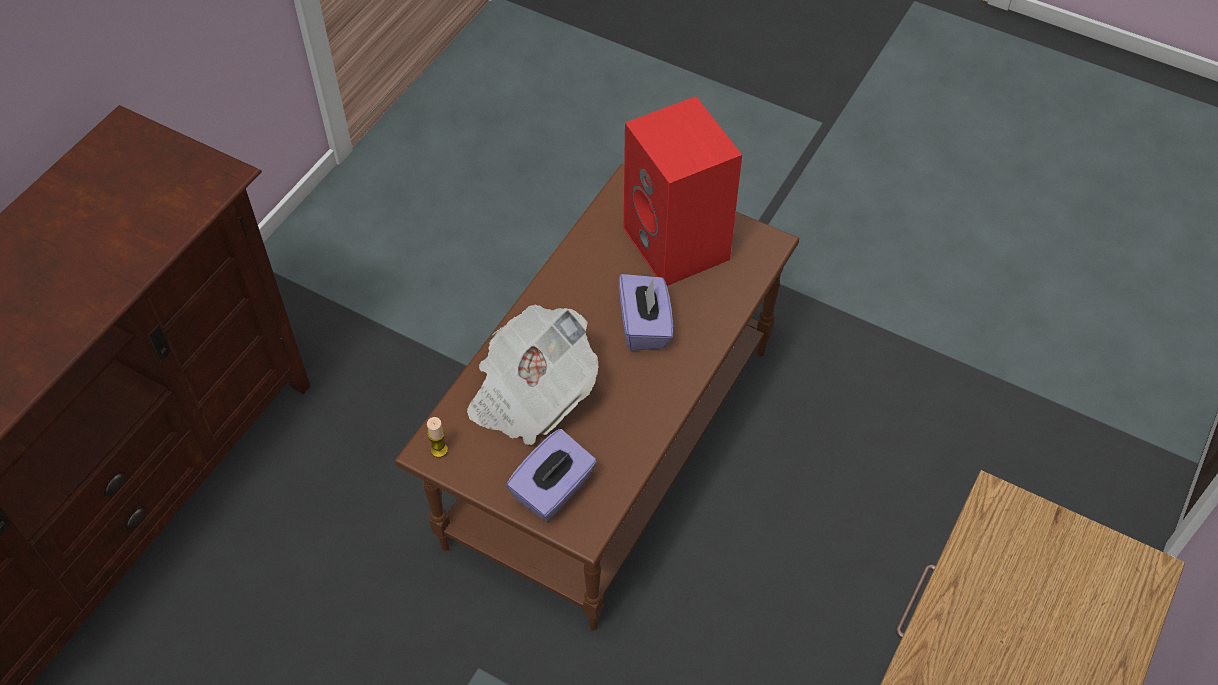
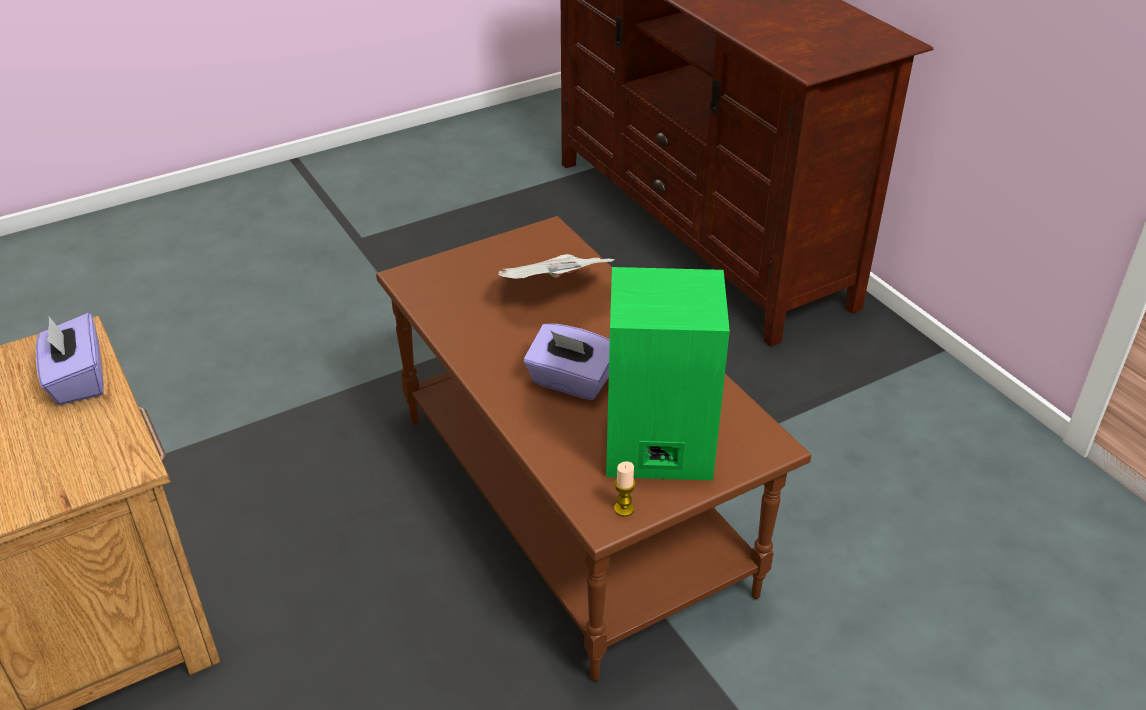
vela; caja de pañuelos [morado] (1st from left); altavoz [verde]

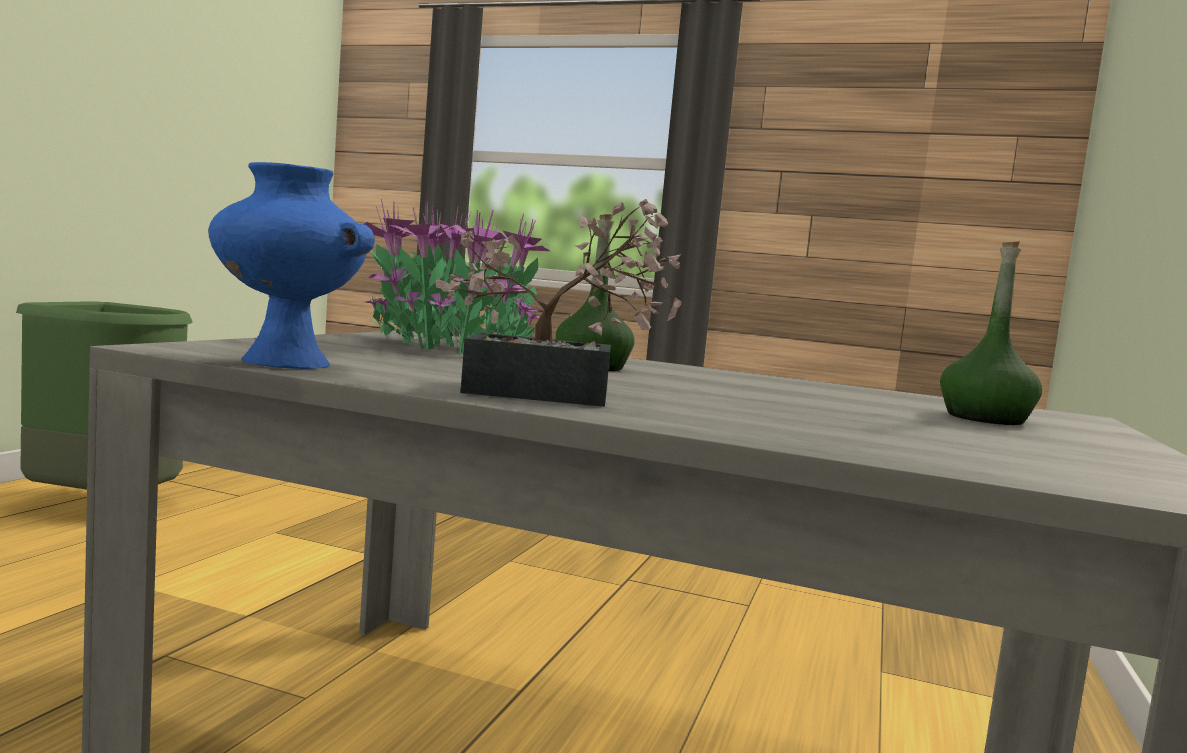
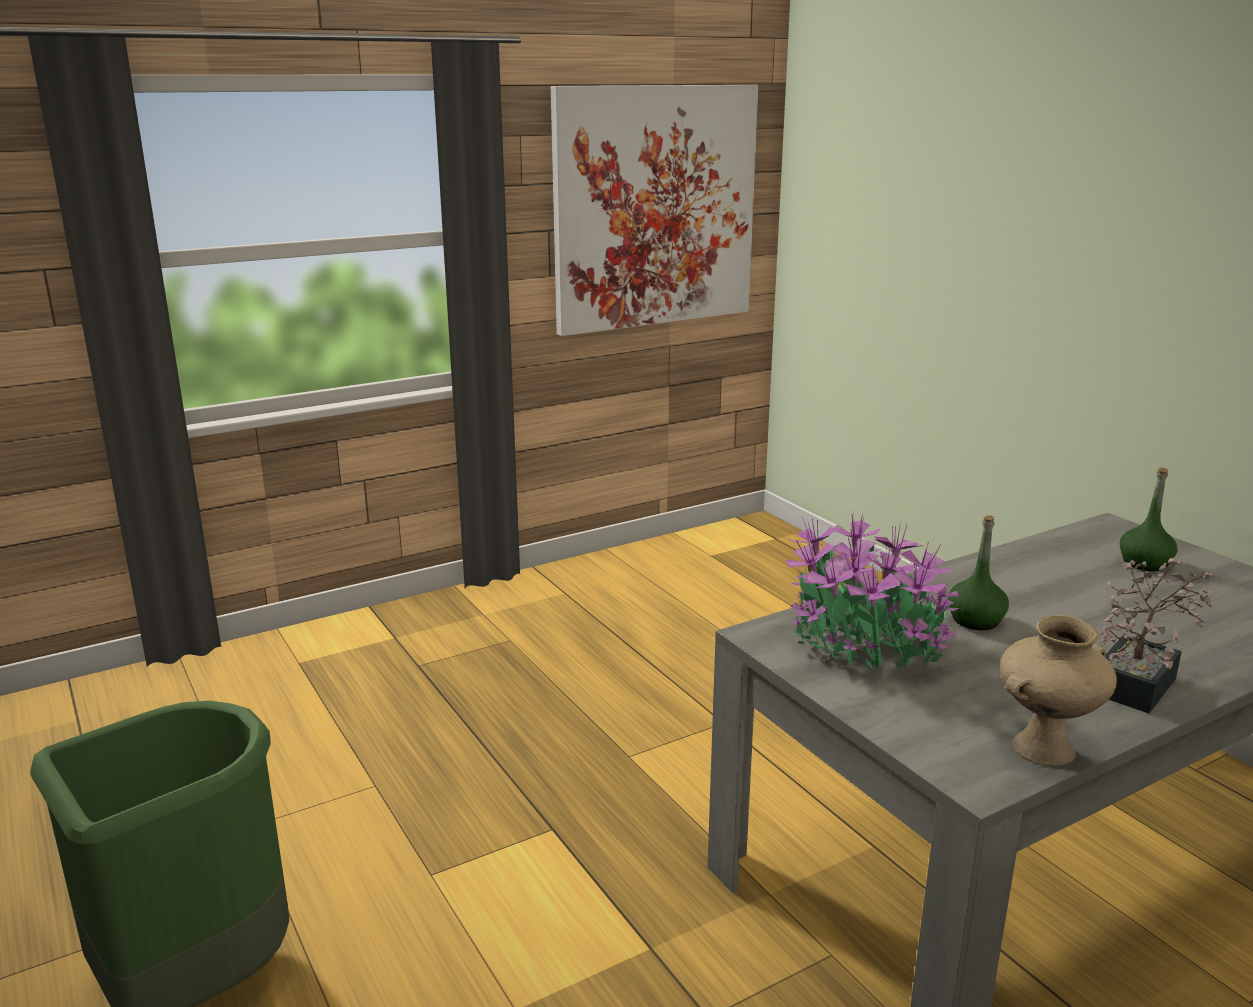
florero [beis]; cuadro

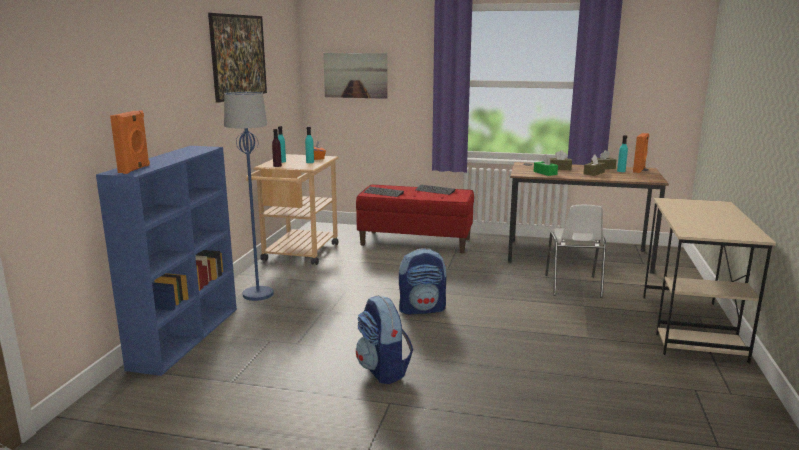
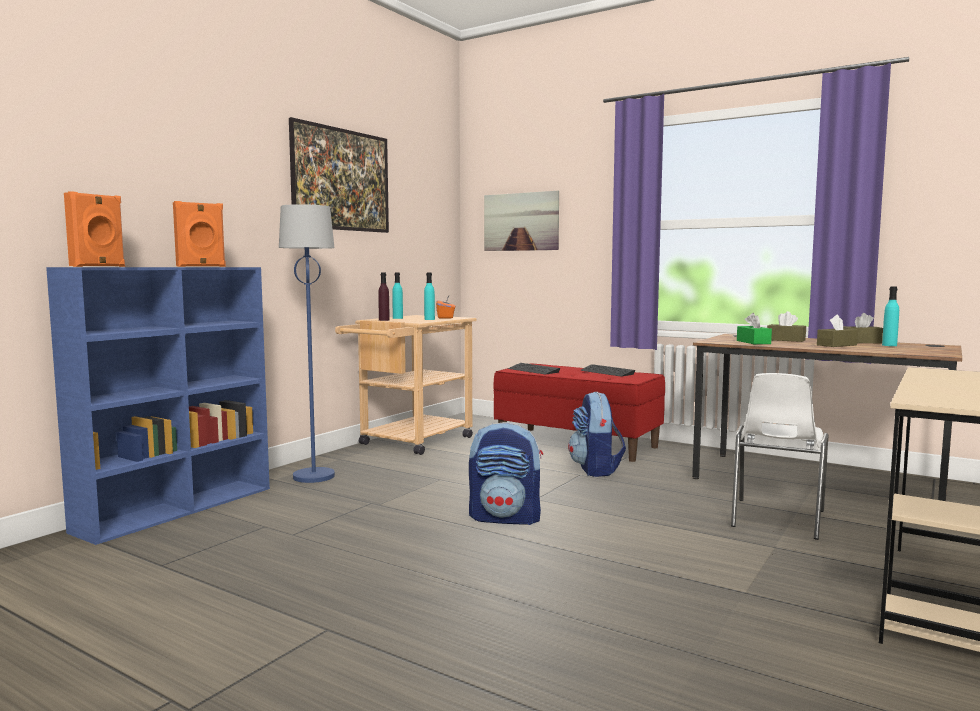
mochila (2nd from left); altavoz [naranja] (2nd from left)

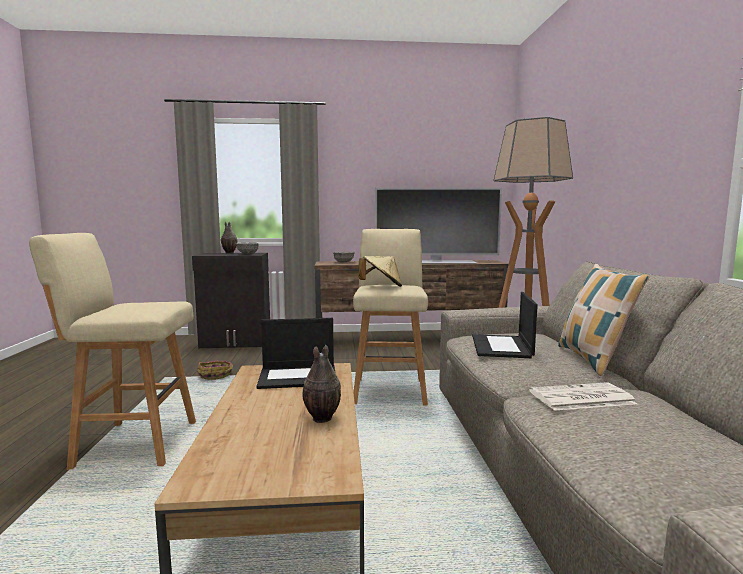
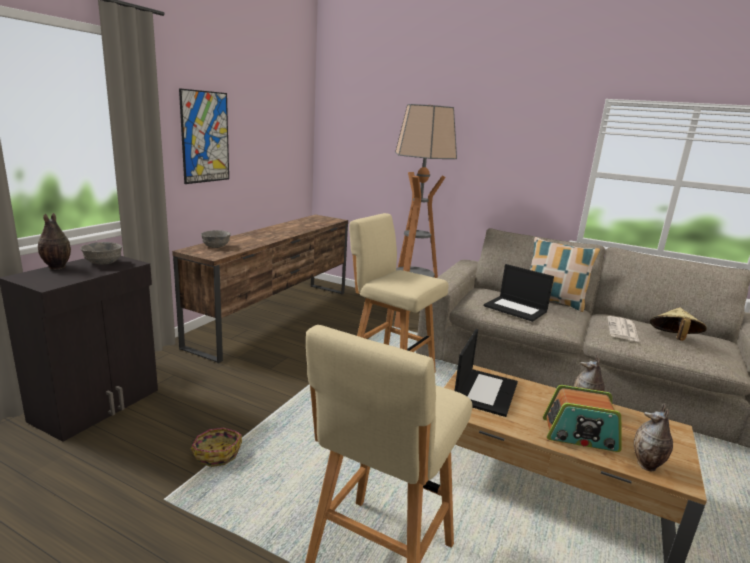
sombrero [beis]; televisor; cuadro; radio; florero (3rd from left)

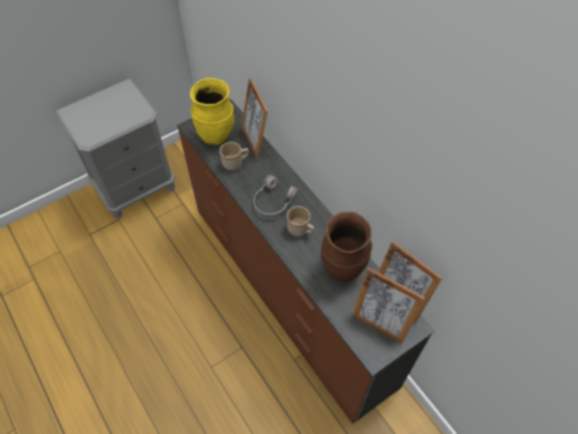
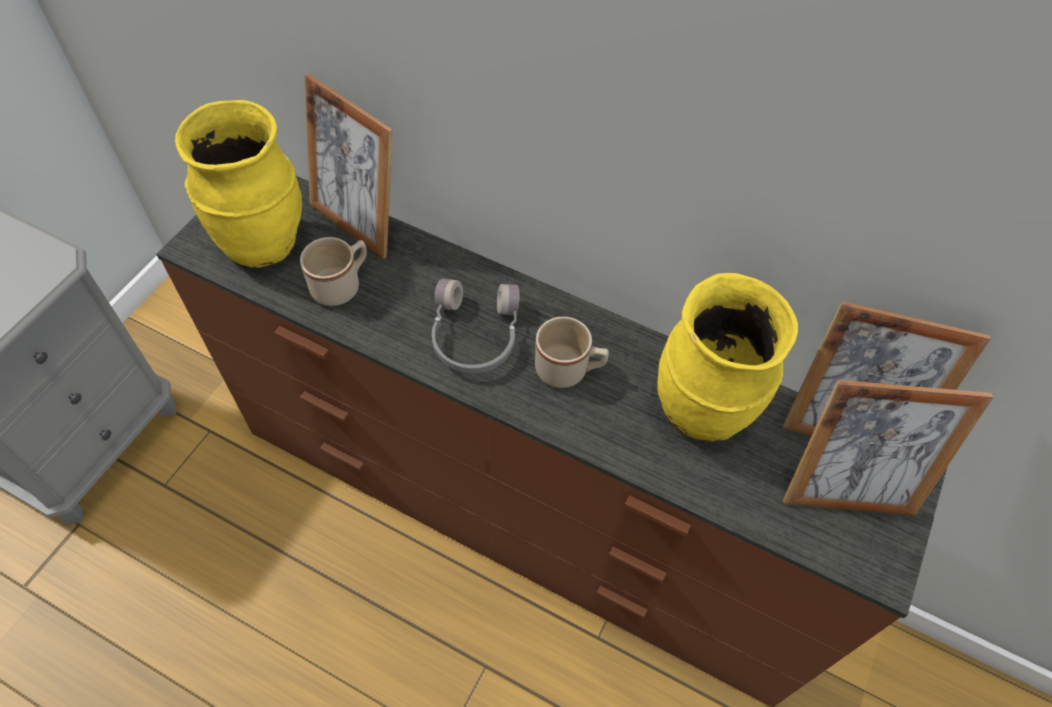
florero [amarillo] (2nd from left)

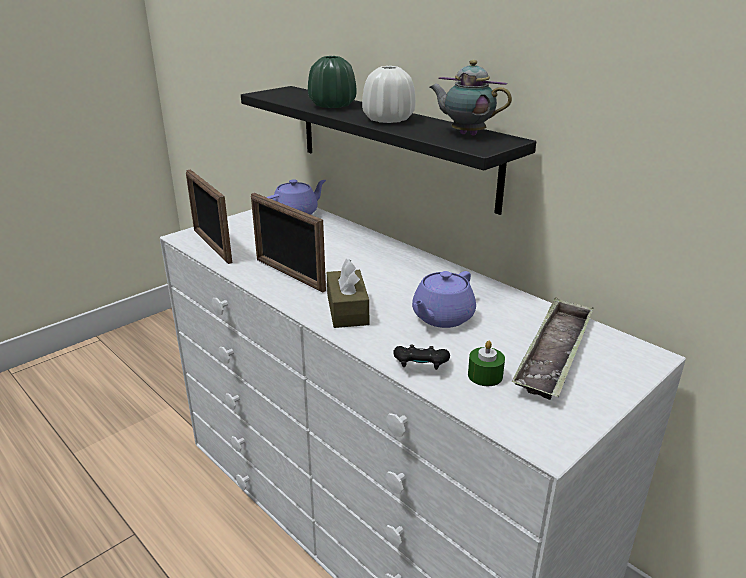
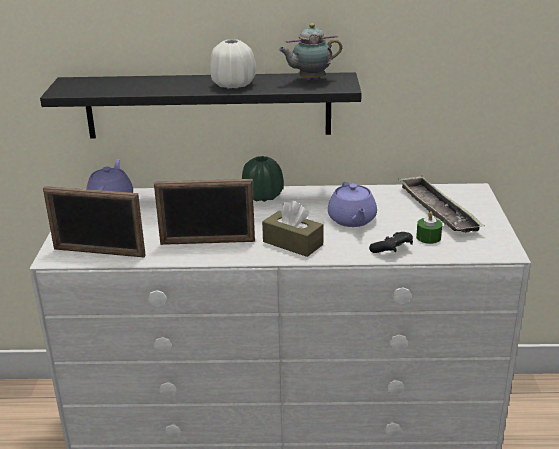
florero [verde]

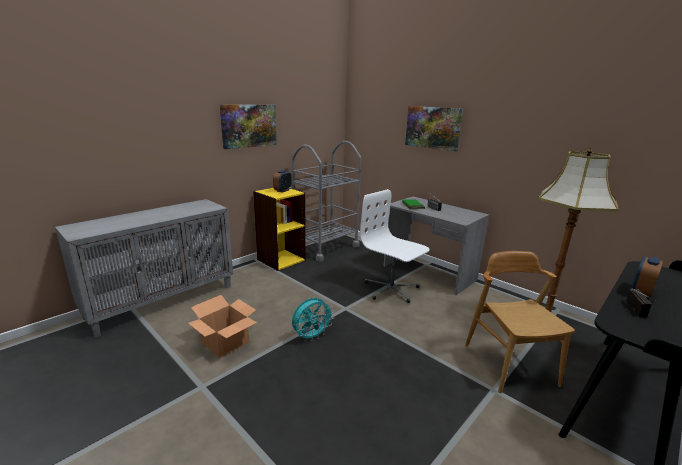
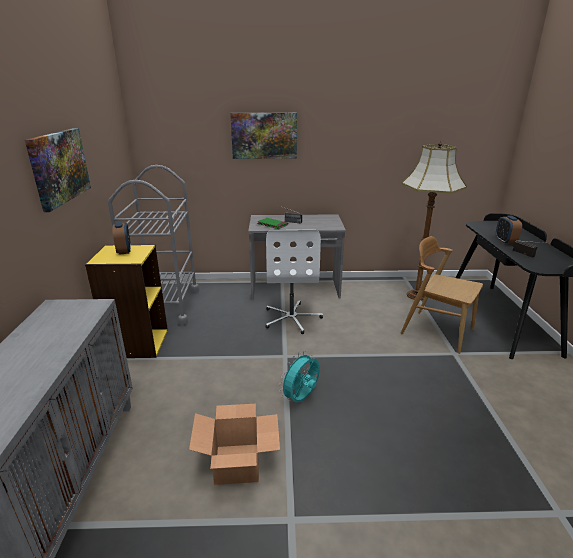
ventilador [turquesa]; silla de oficina [blanco]

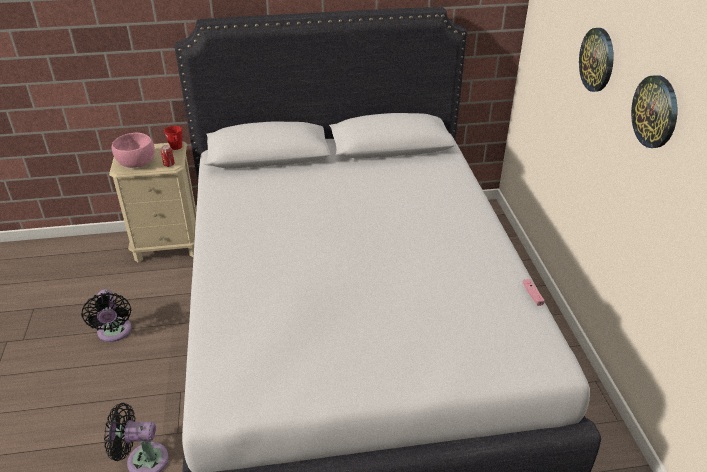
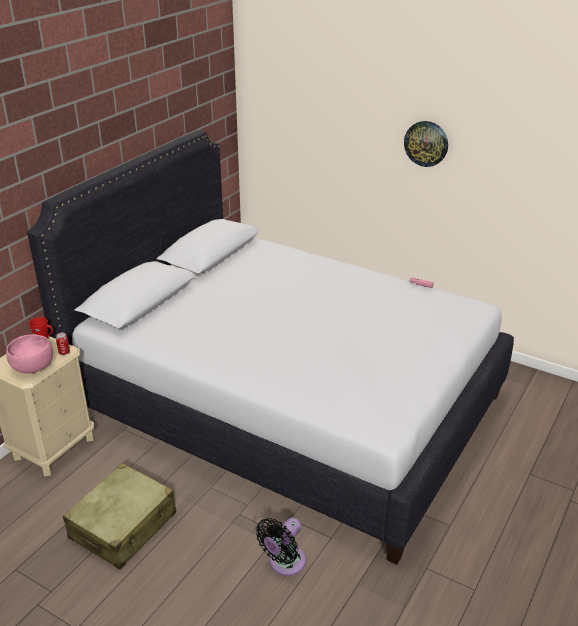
maleta [beis]; reloj de pared (1st from left in the first image)

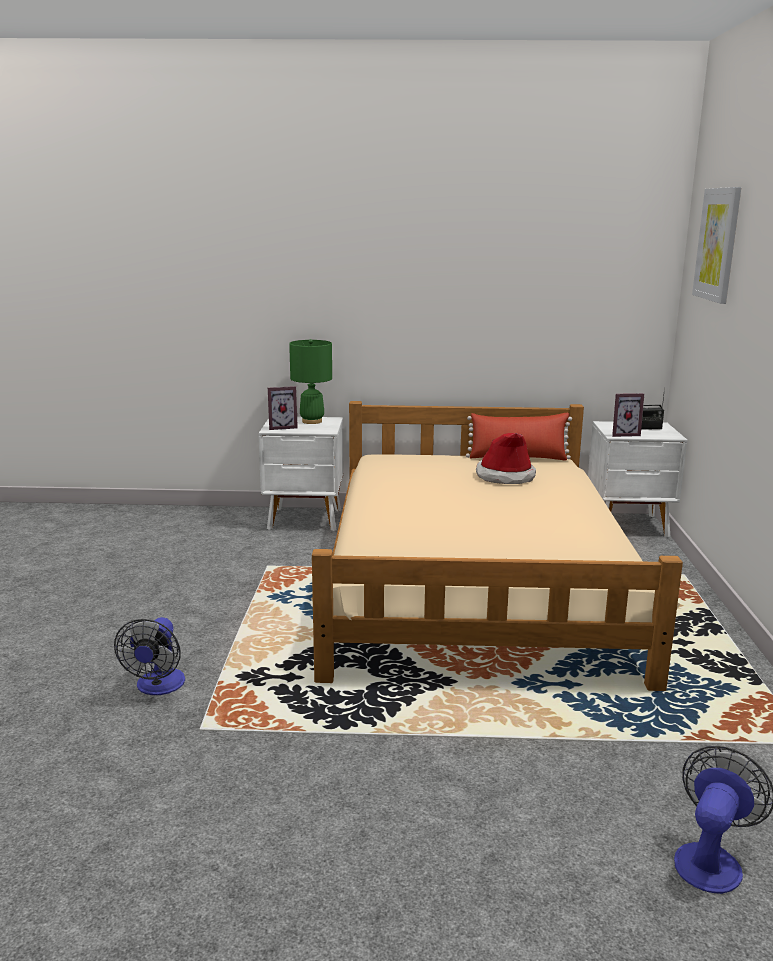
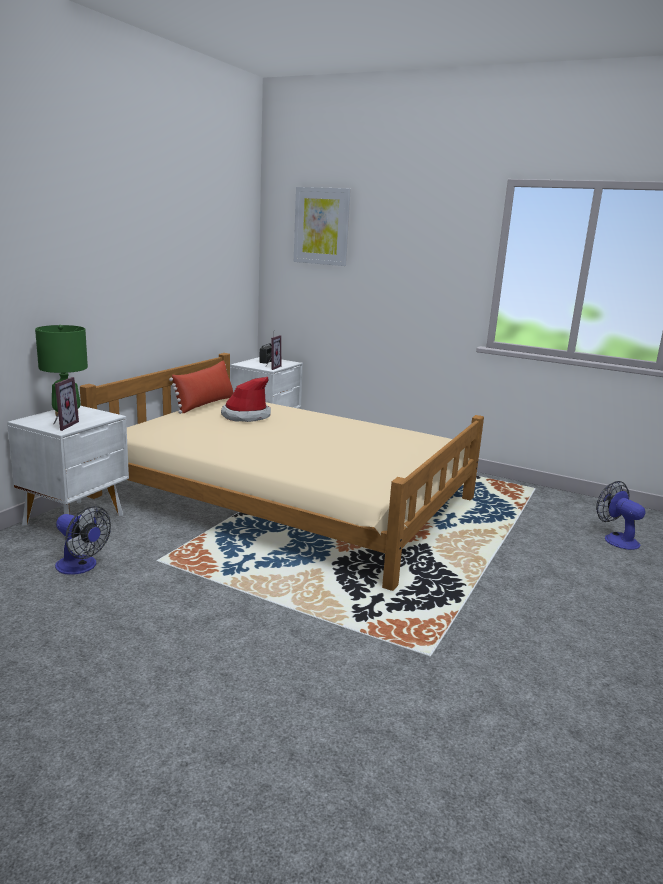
ventilador (1st from left)

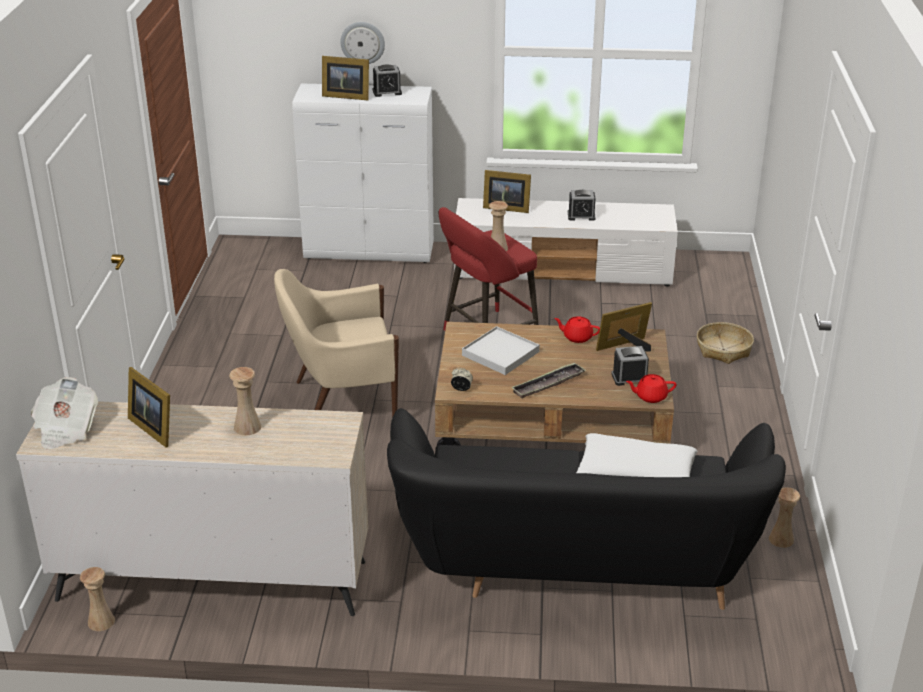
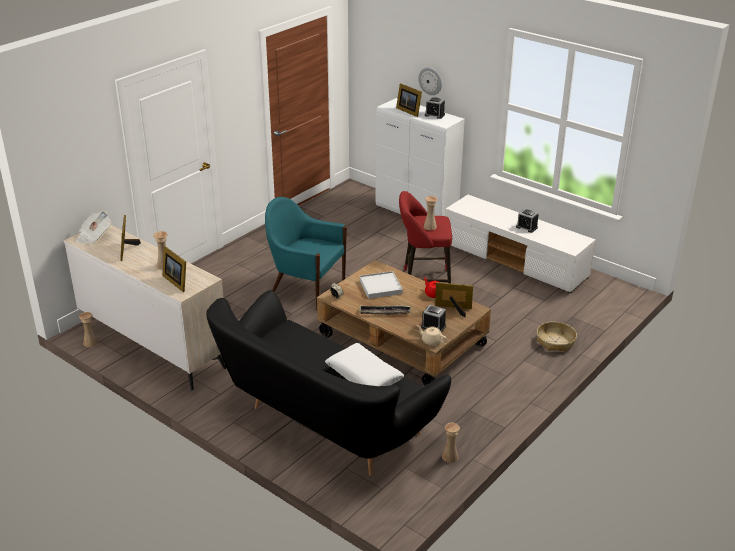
sillón [turquesa]; portarretratos (2nd from left); tetera [beis]

